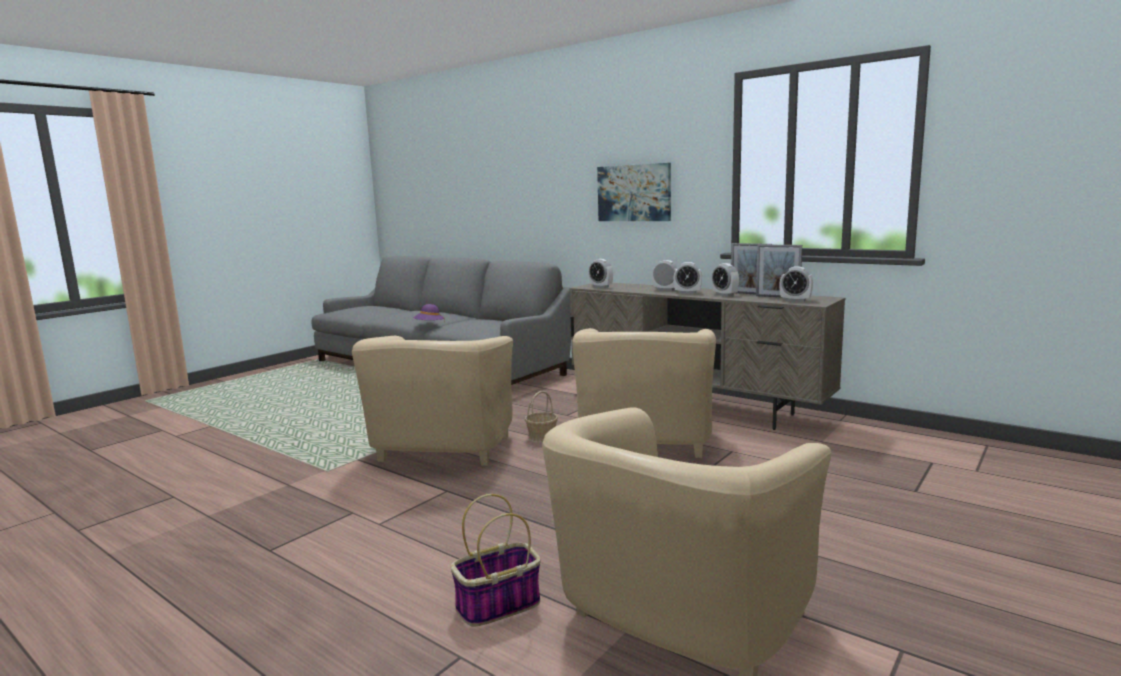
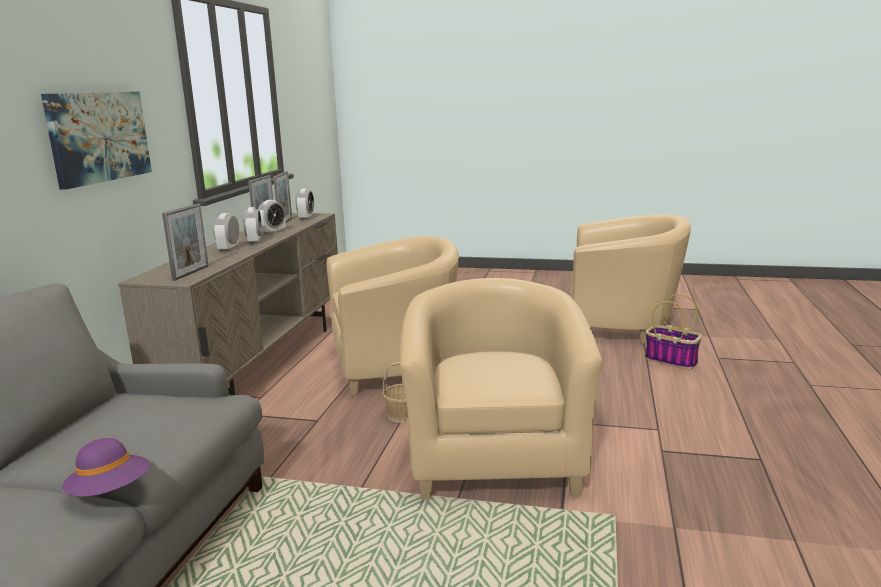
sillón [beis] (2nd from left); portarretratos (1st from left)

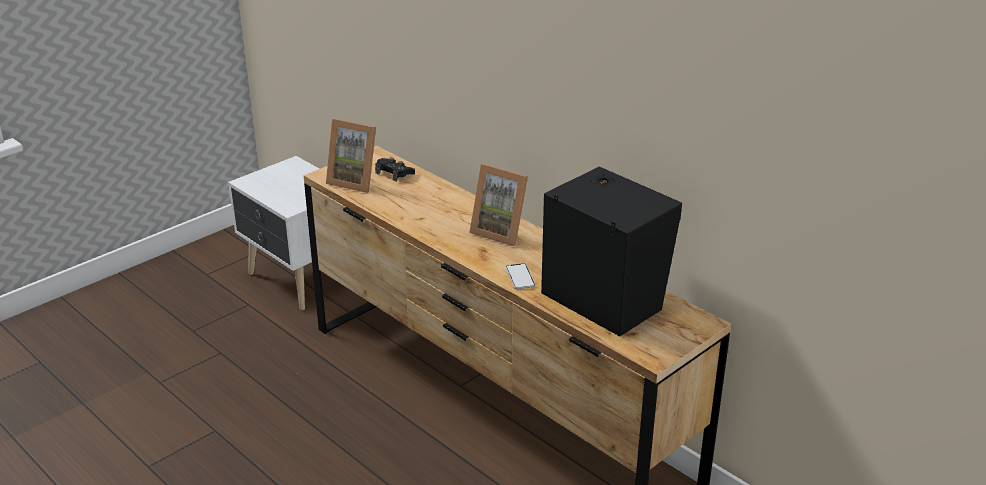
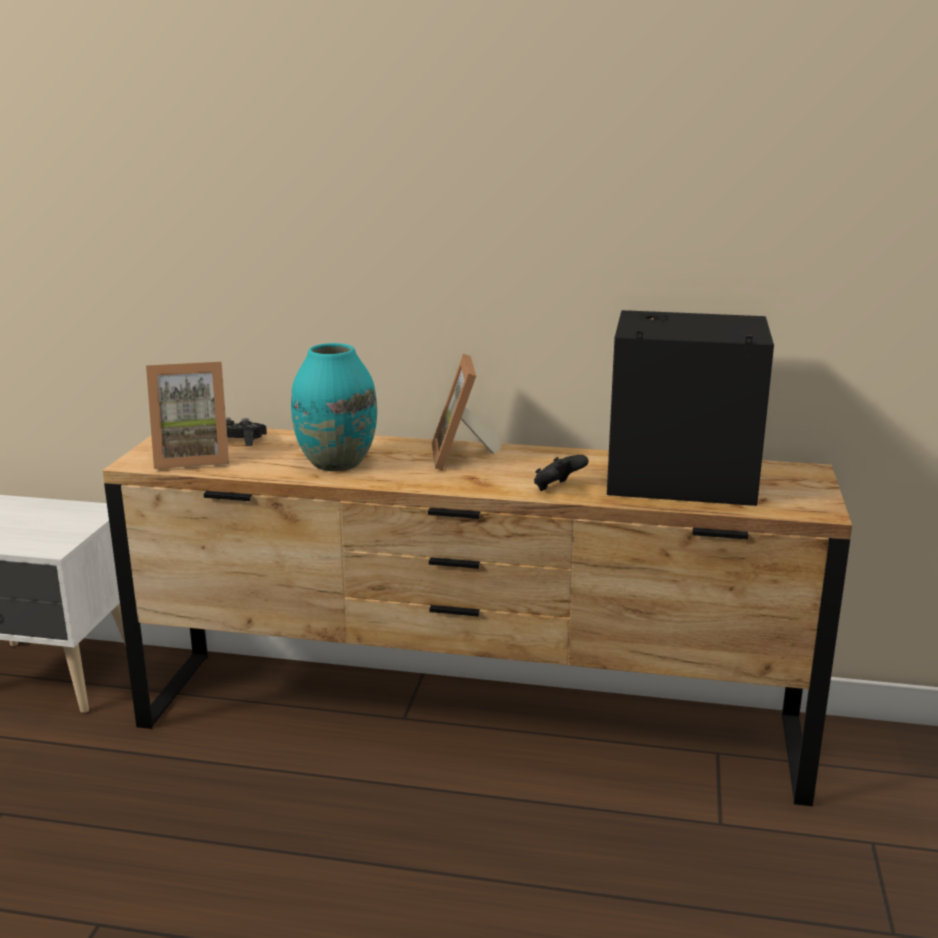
portarretratos (2nd from left); mando de consola [negro] (2nd from left); florero [turquesa]

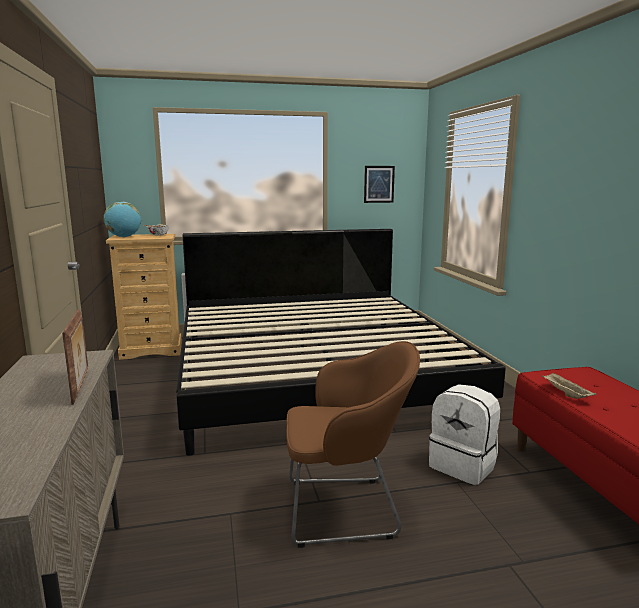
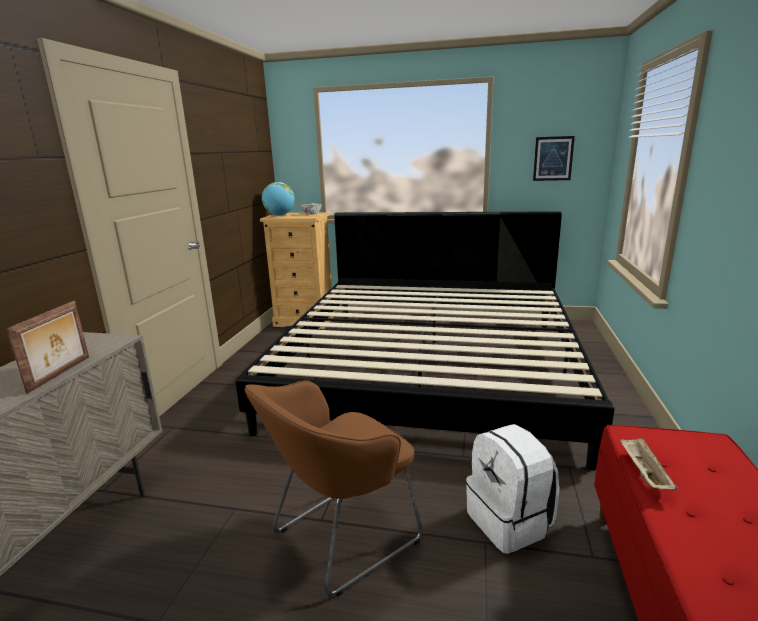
sillón [marrón]

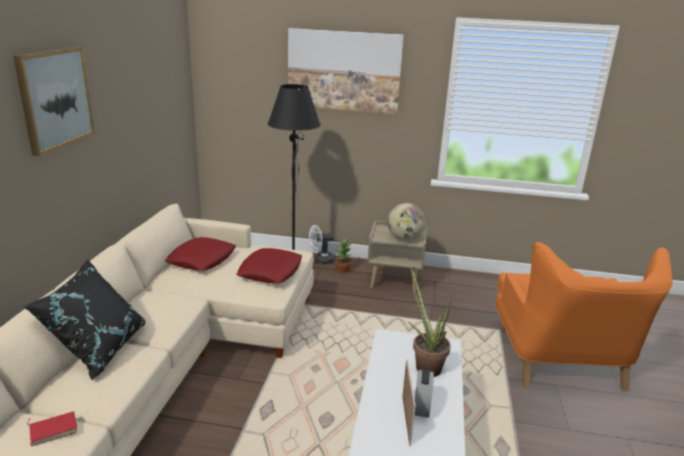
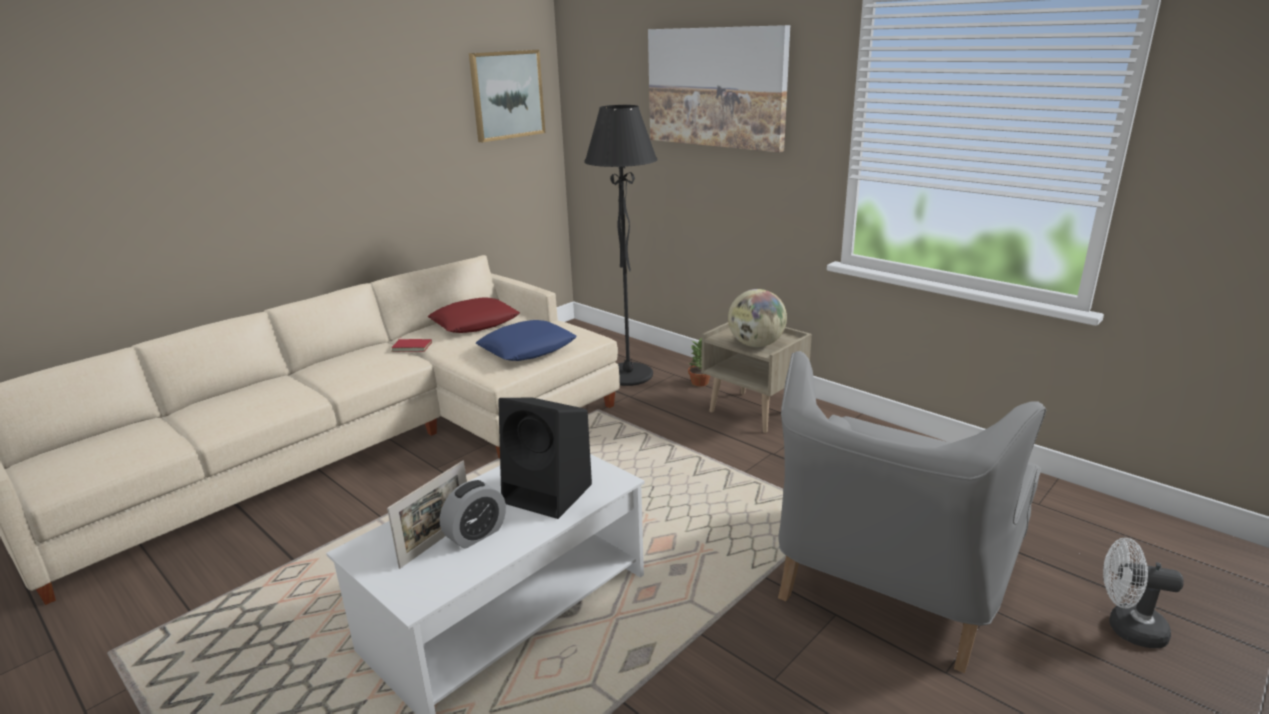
cuadro (1st from left); cojín [negro]; libro [rojo]; cojín [azul]; ventilador [blanco]; altavoz [negro]; sillón [gris]

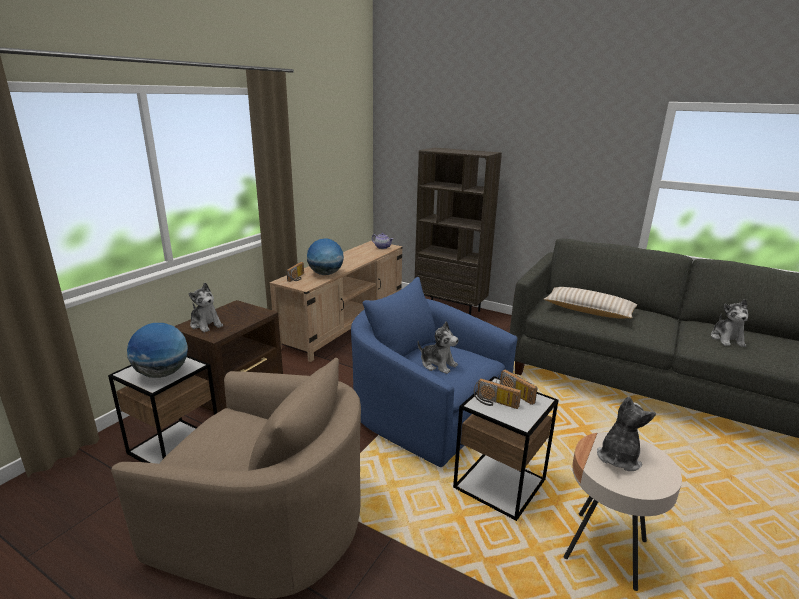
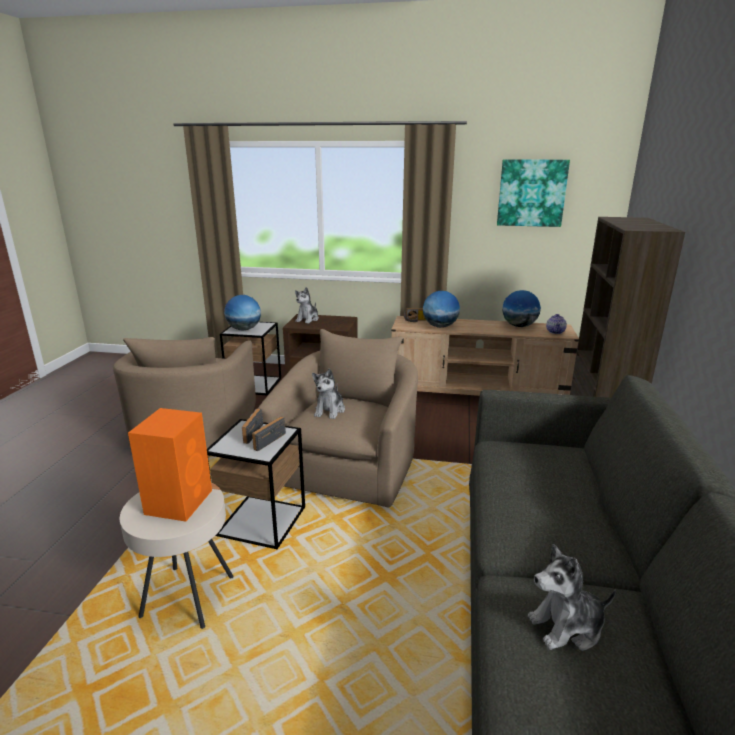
sillón [beis] (2nd from left); cojín [beis]; altavoz [naranja]; cuadro; globo terráqueo (3rd from left)

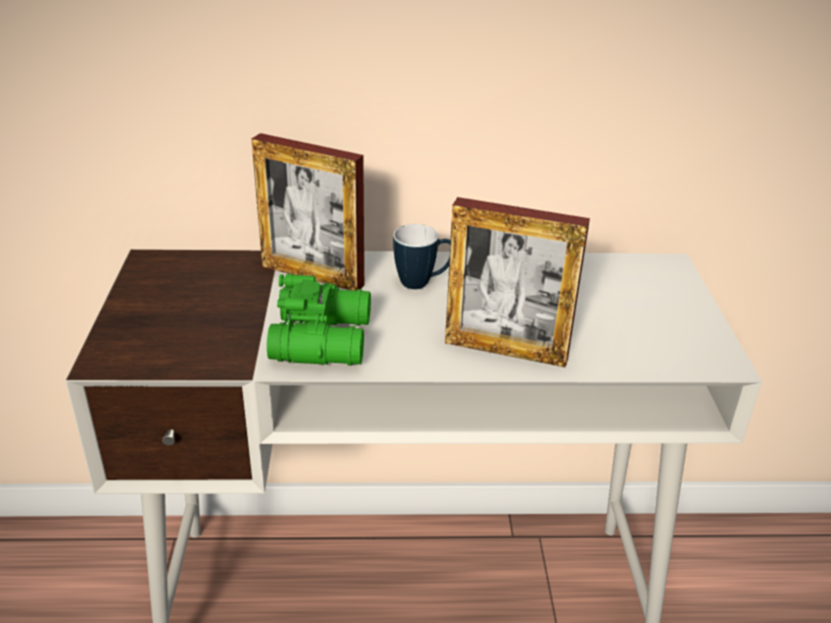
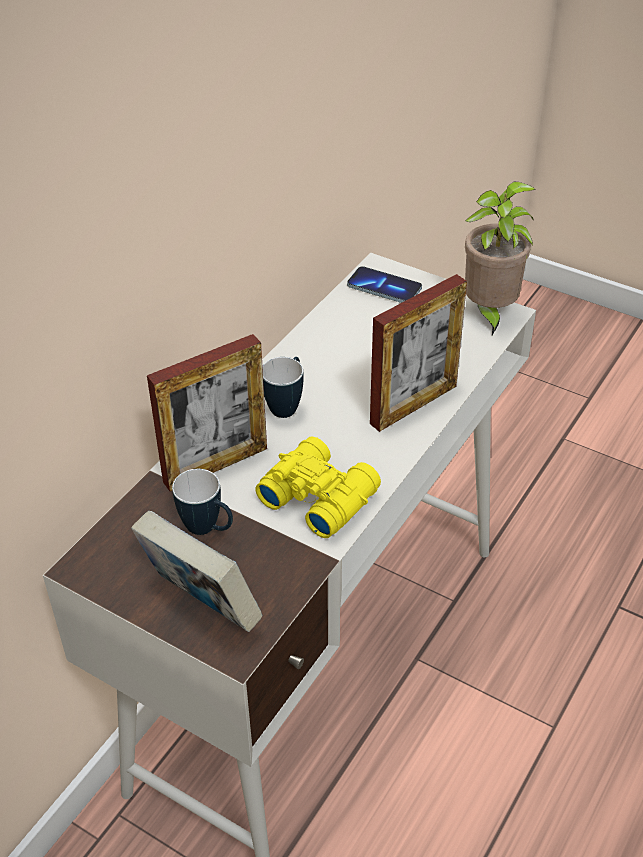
prismáticos [amarillo]; libro; taza grande (1st from left); móvil; planta en maceta

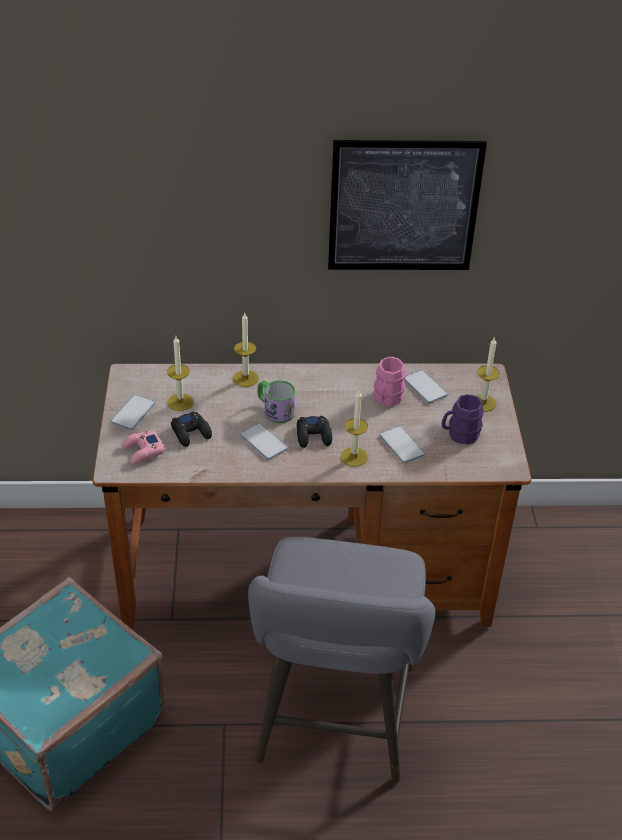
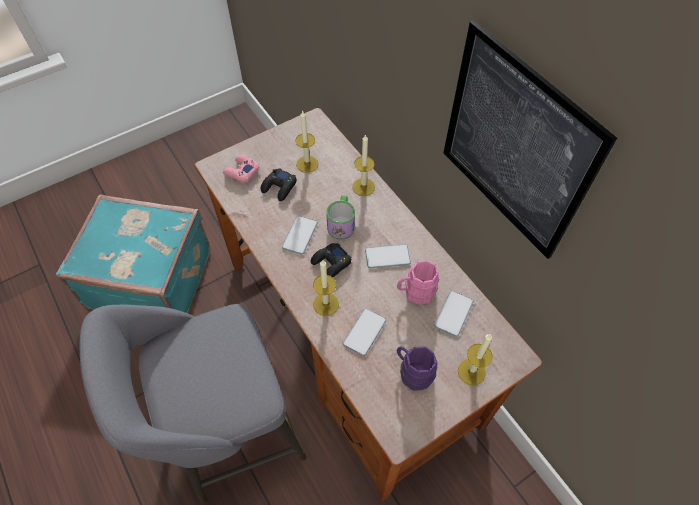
móvil (3rd from left)

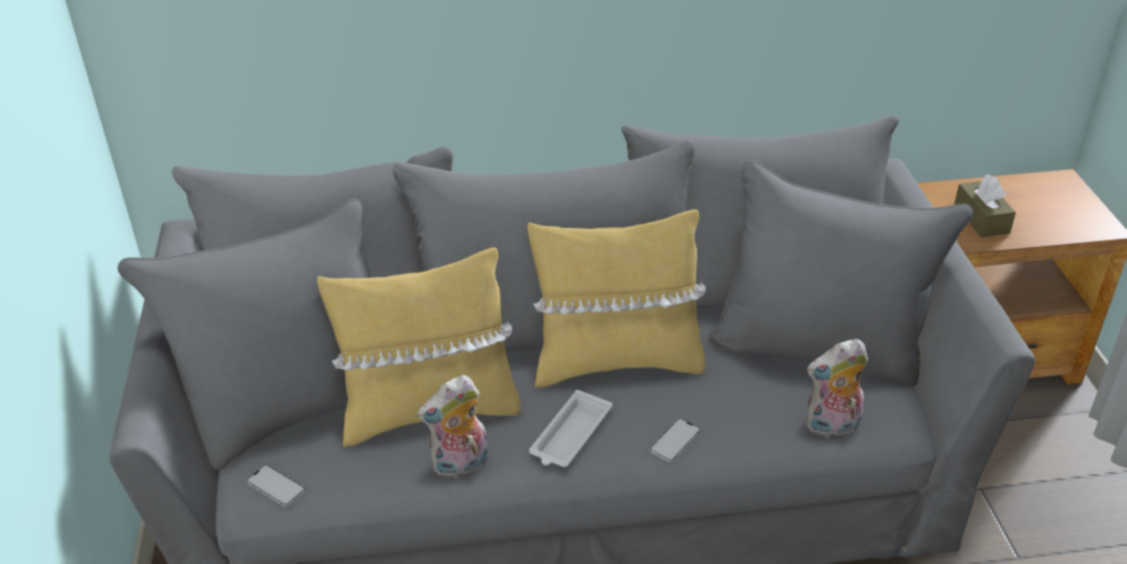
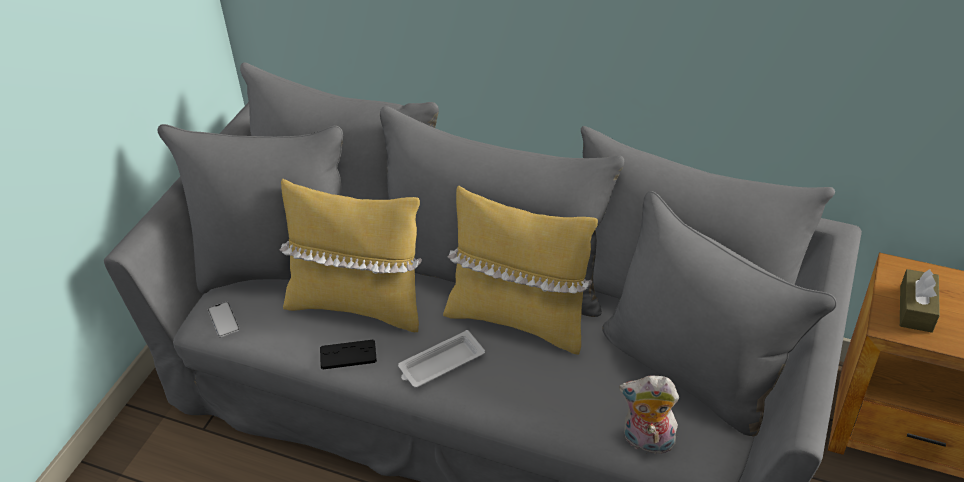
mando de consola [negro]; móvil (2nd from left in the first image)

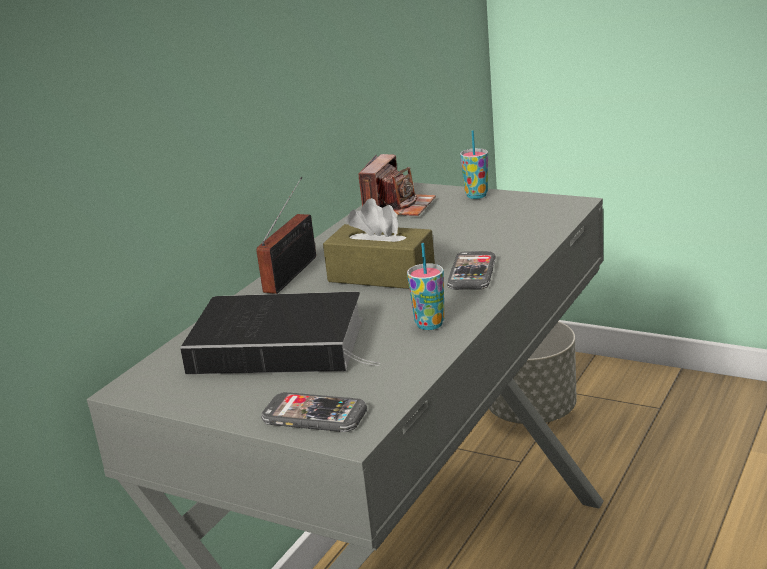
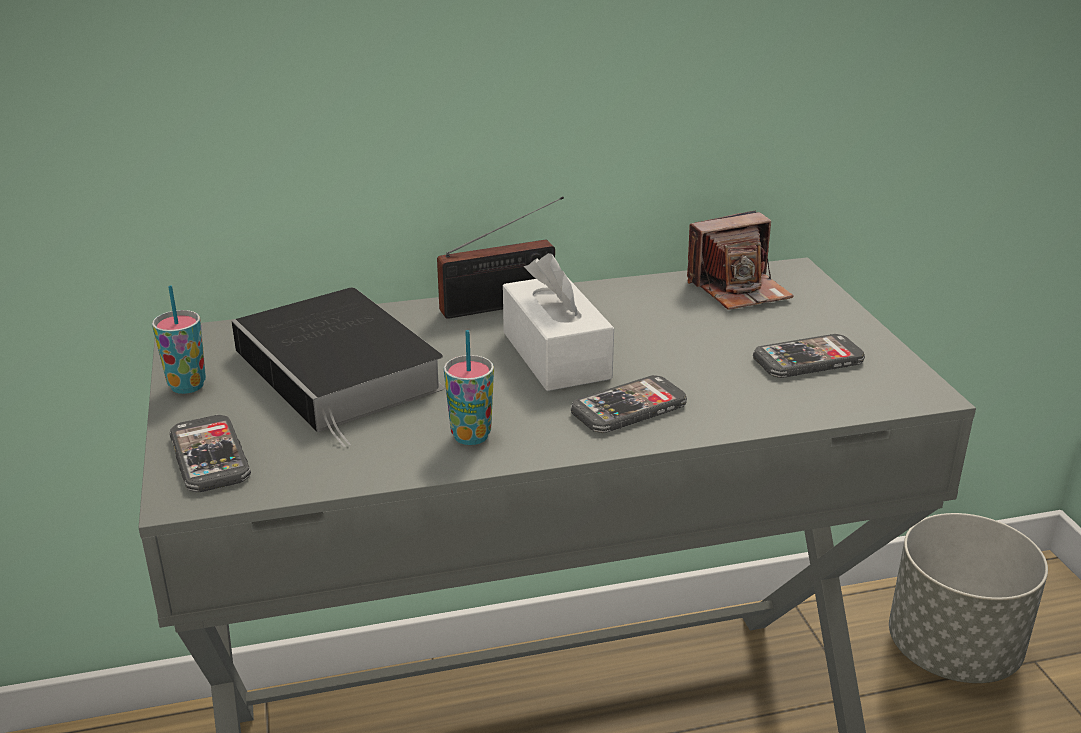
caja de pañuelos [blanco]; taza (1st from left); móvil (3rd from left)

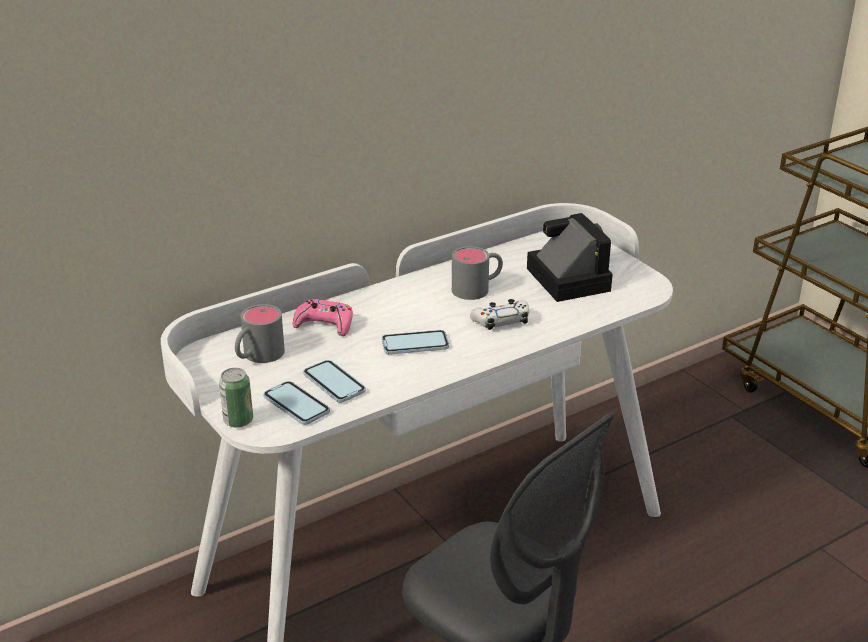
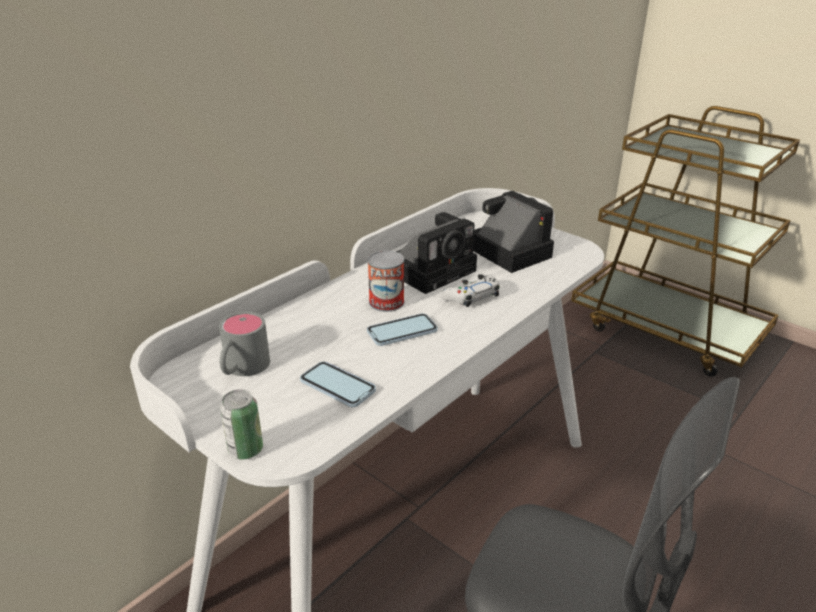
móvil (1st from left in the first image); mando de consola [rosa]; cámara (1st from left); lata (2nd from left)

